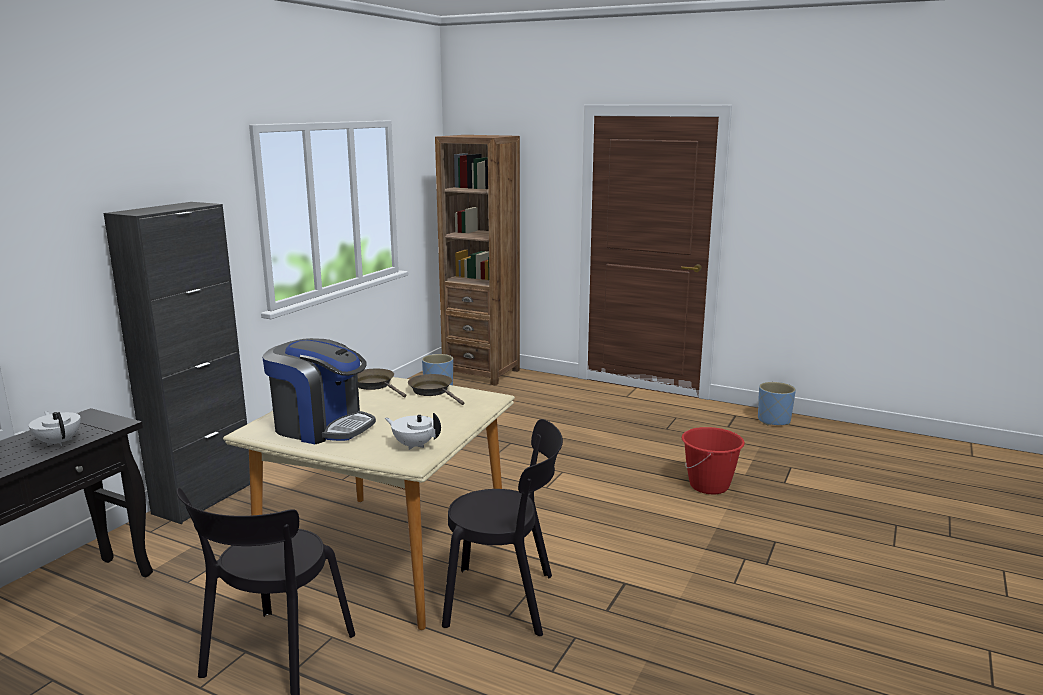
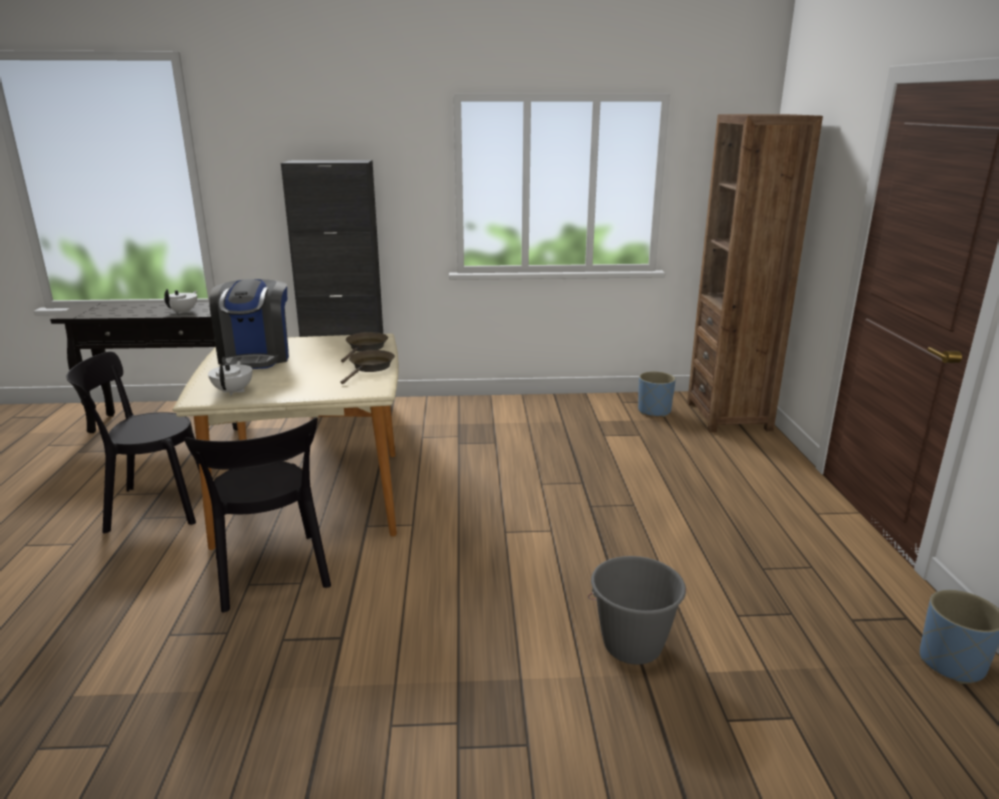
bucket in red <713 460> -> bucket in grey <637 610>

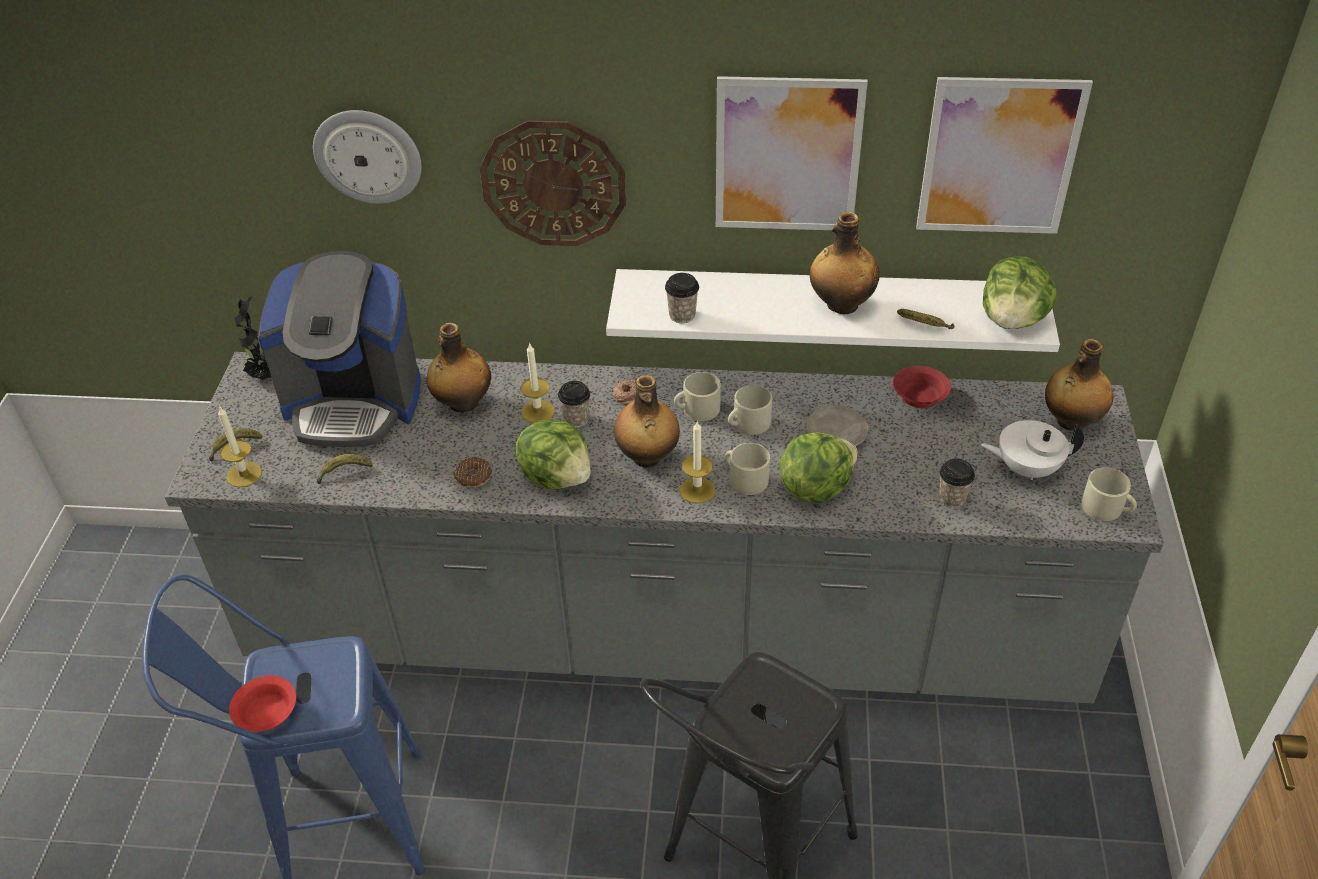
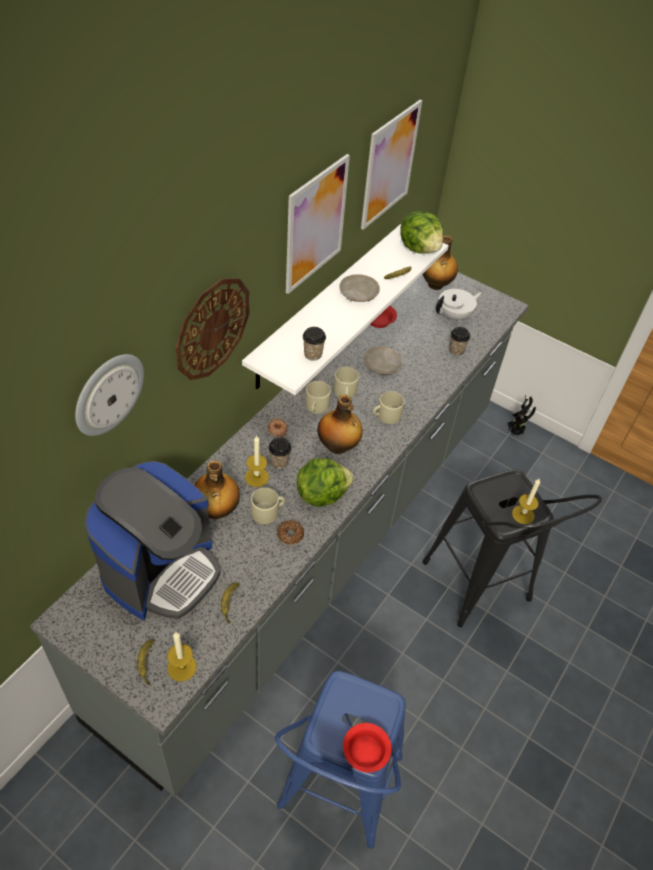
bottle <845 263> -> plate in beige <359 288>
potted plant <253 338> -> potted plant <522 415>, shifted
teapot in white <1032 450> -> teapot in white <459 305>, 150 degrees counterclockwise
candle <697 463> -> candle <526 501>, shifted
lettuce <818 467> -> none
mug in beige <1109 494> -> mug in beige <268 506>, shifted

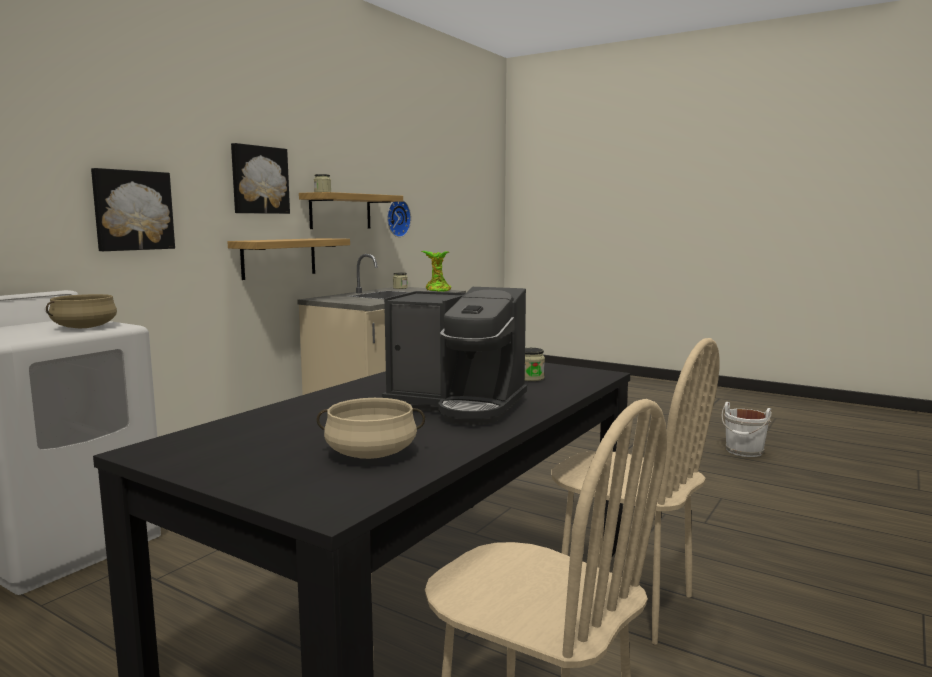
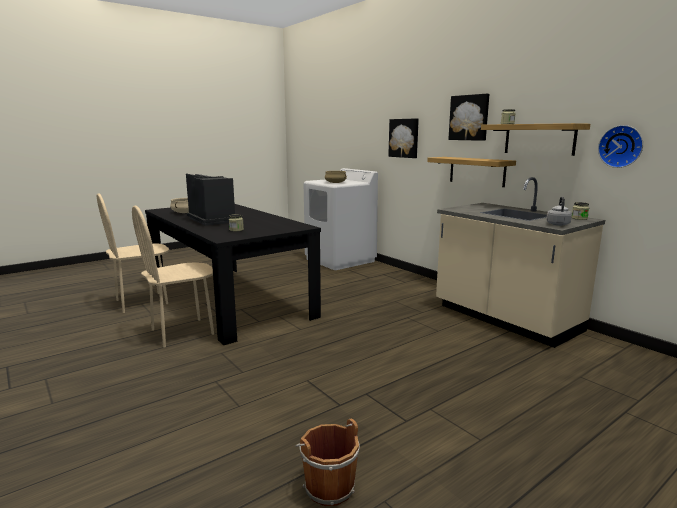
potted plant <436 271> -> kettle in grey <559 211>
coffee machine <454 356> -> coffee machine <210 200>, 105 degrees clockwise
bucket in white <747 429> -> bucket in brown <327 462>

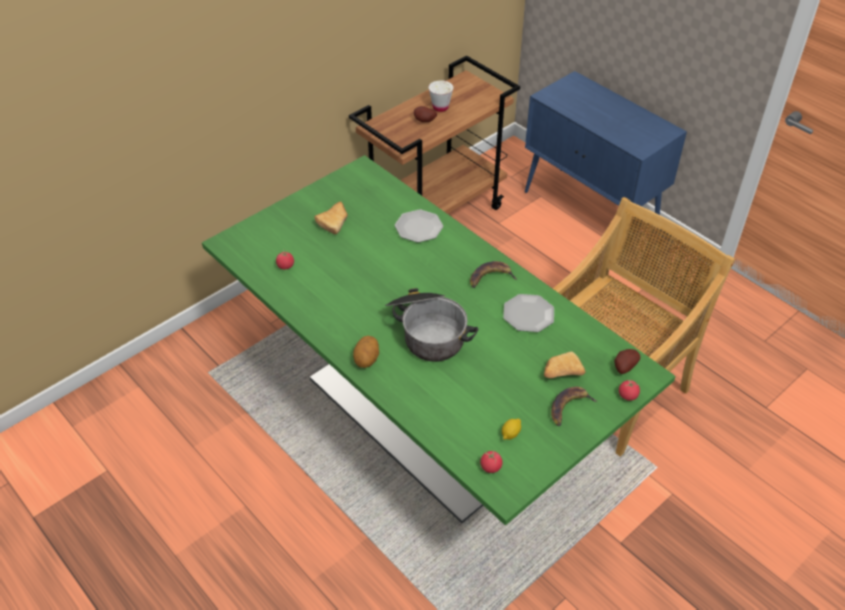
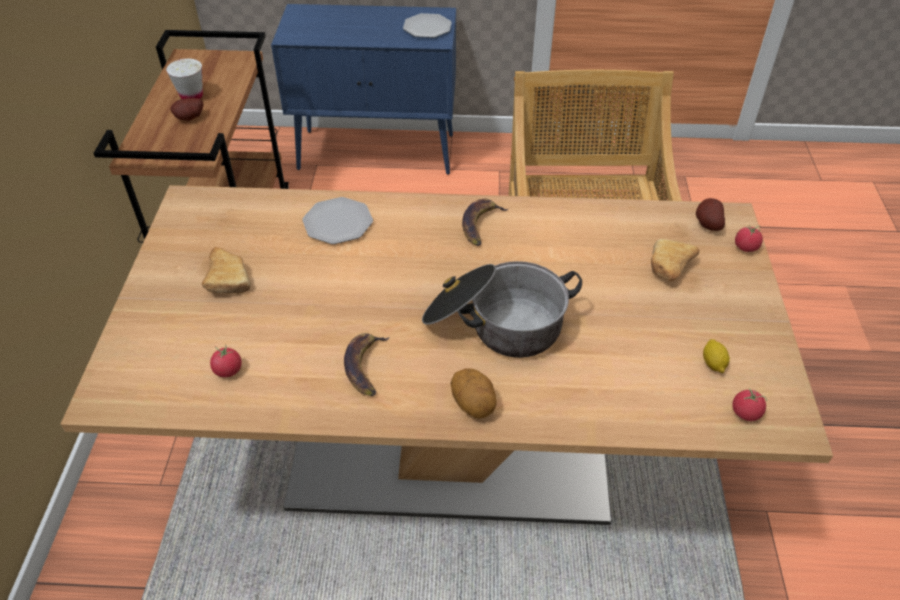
dining table in green <439 340> -> dining table in beige <446 355>
plate <528 313> -> plate <427 25>, shifted
banana <574 406> -> banana <367 364>, shifted

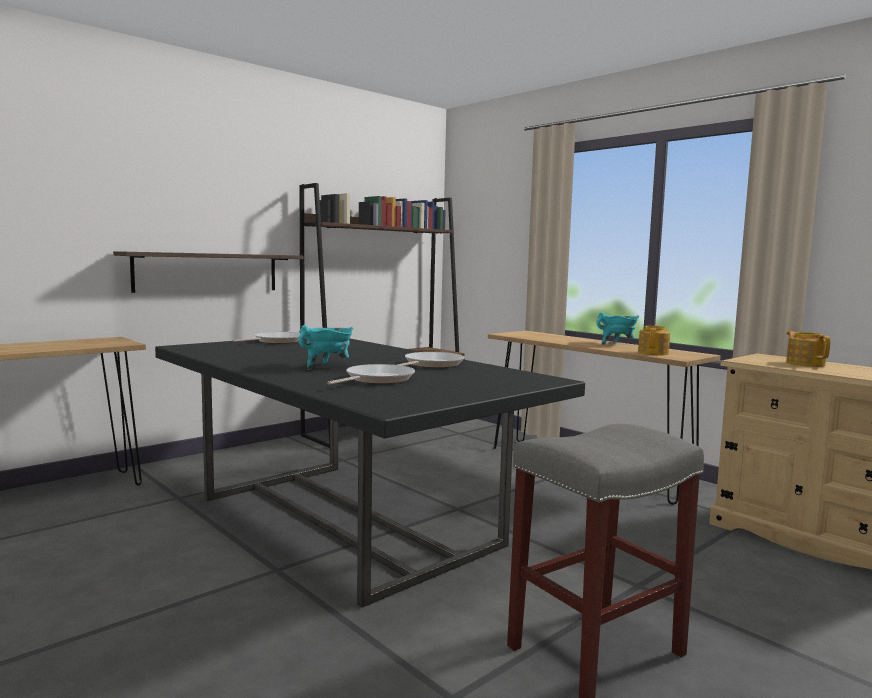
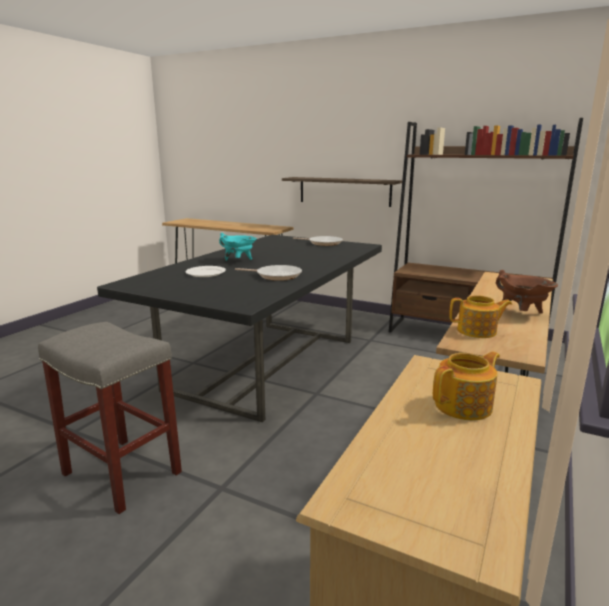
cooking pot in turquoise <618 328> -> cooking pot in brown <527 292>
frying pan <371 374> -> plate in white <205 271>

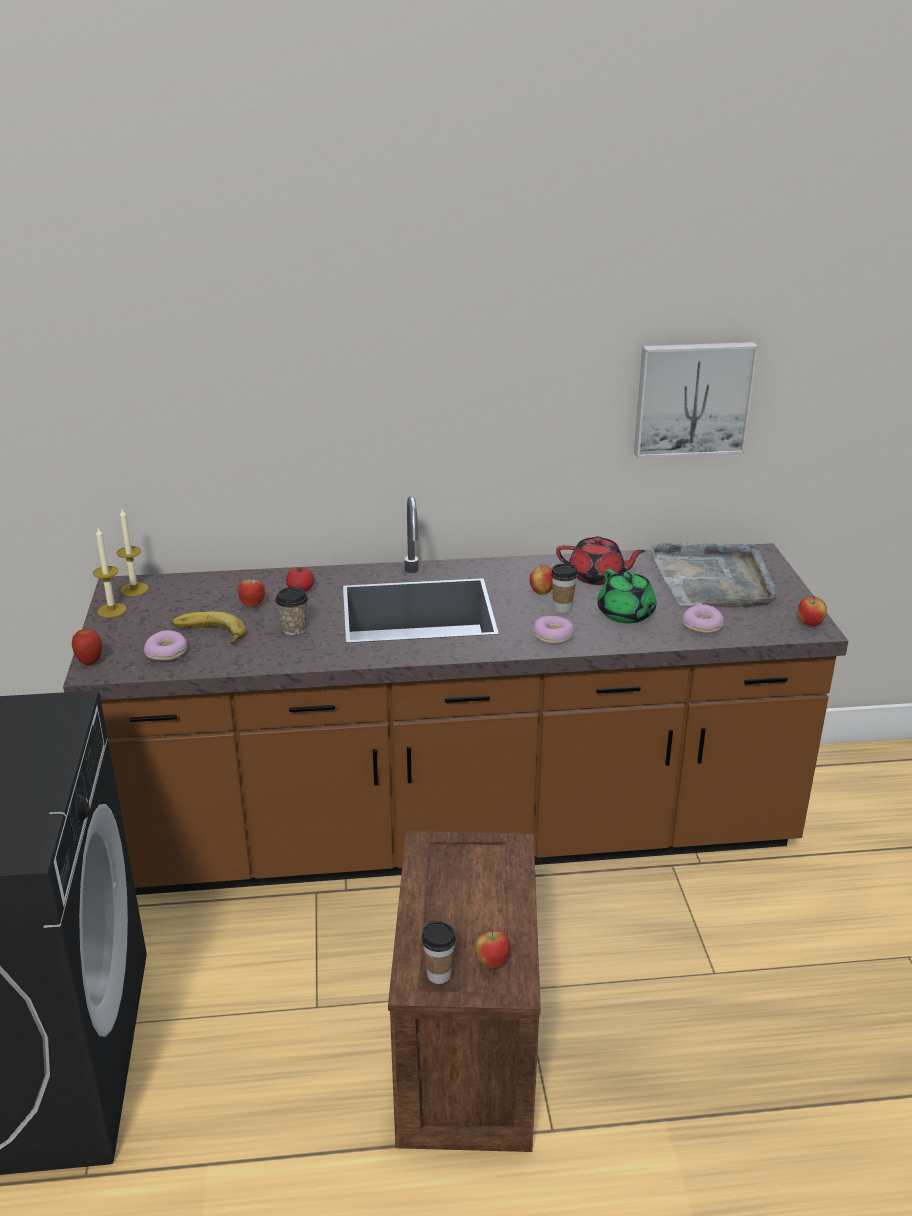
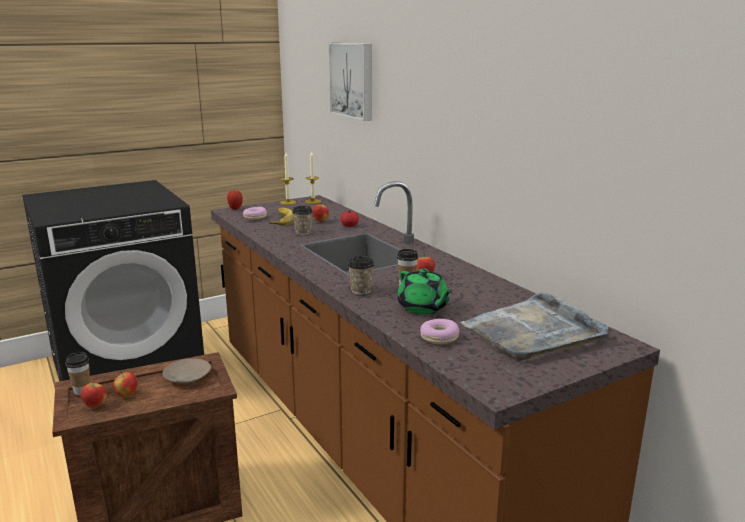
picture <696 400> -> picture <350 82>, shifted
teapot in red <601 560> -> none
teapot in green <626 596> -> teapot in green <424 291>, 75 degrees counterclockwise
apple <812 611> -> apple <125 384>, shifted
donut <554 630> -> cup <361 275>
none -> plate in beige <187 371>

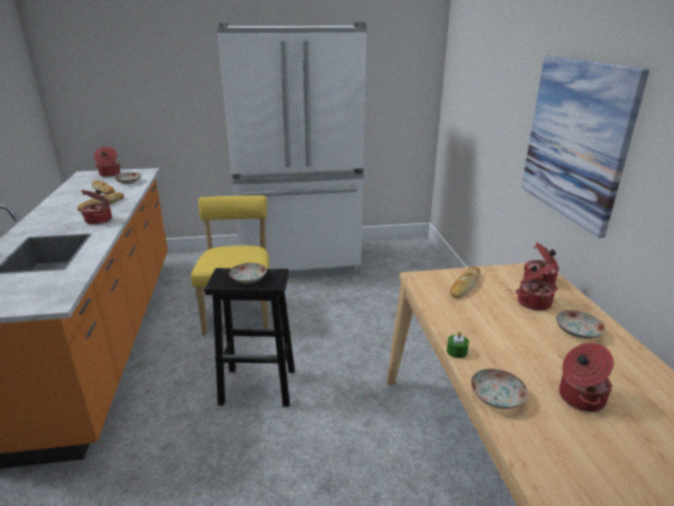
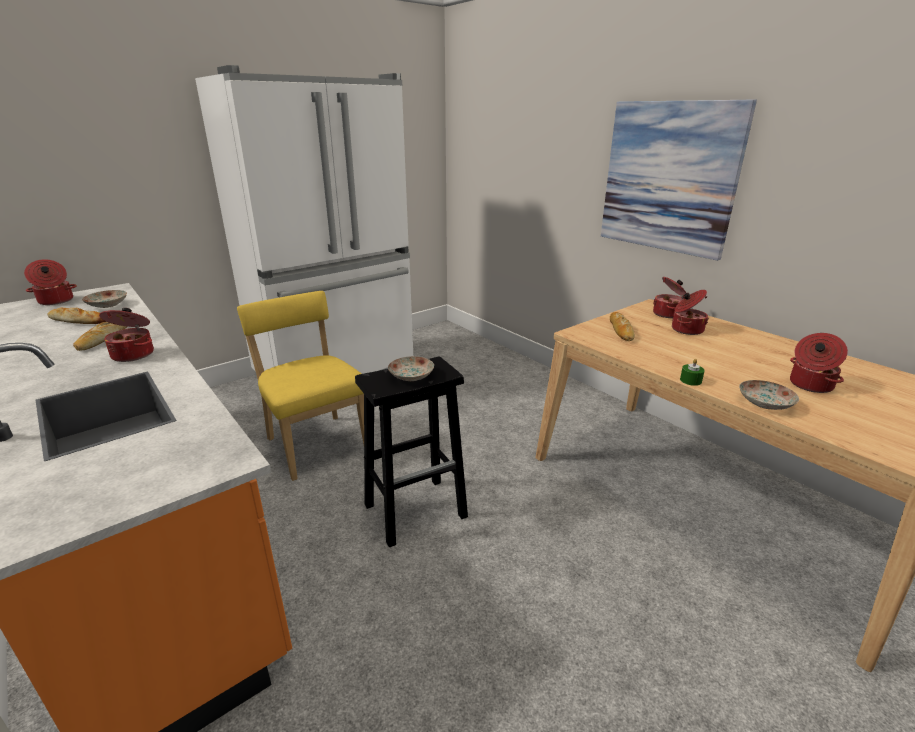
plate <581 324> -> none

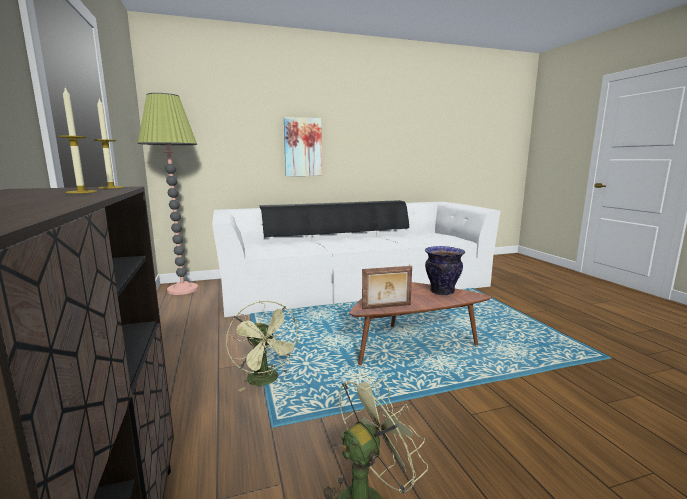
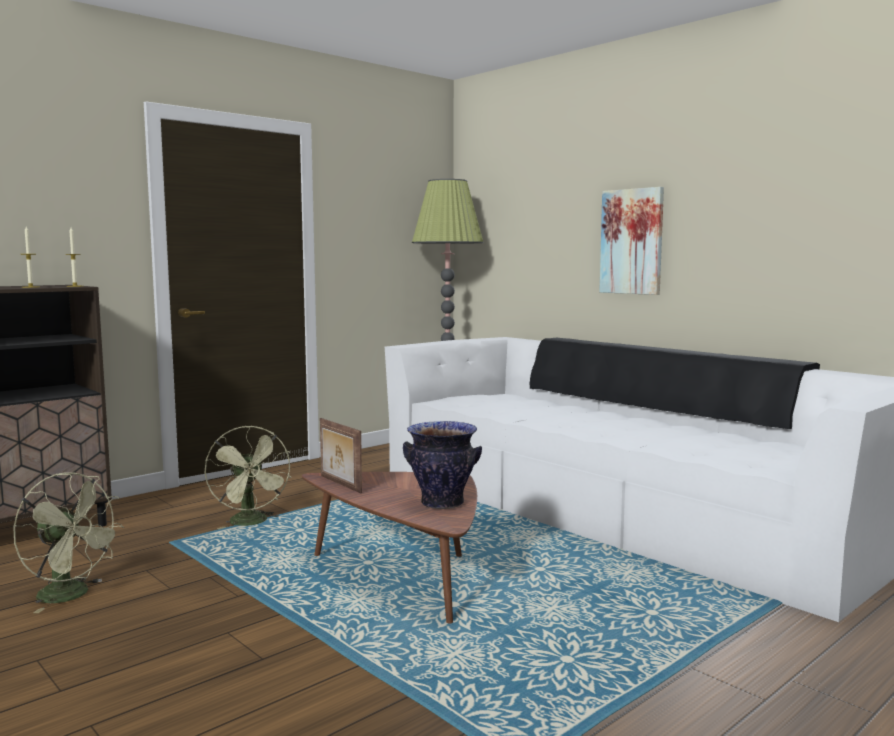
fan in green <263 346> -> fan in green <248 477>, 60 degrees counterclockwise

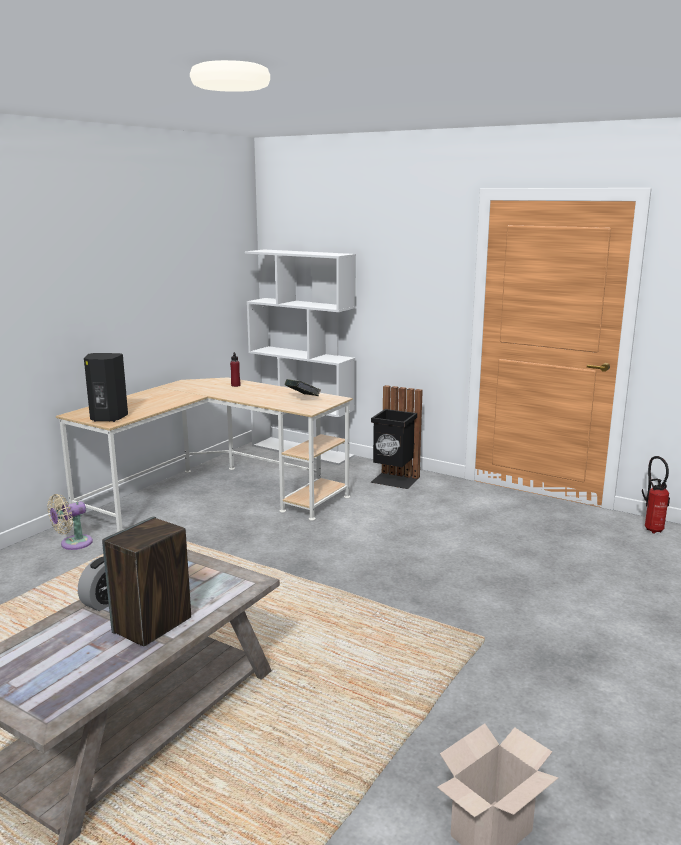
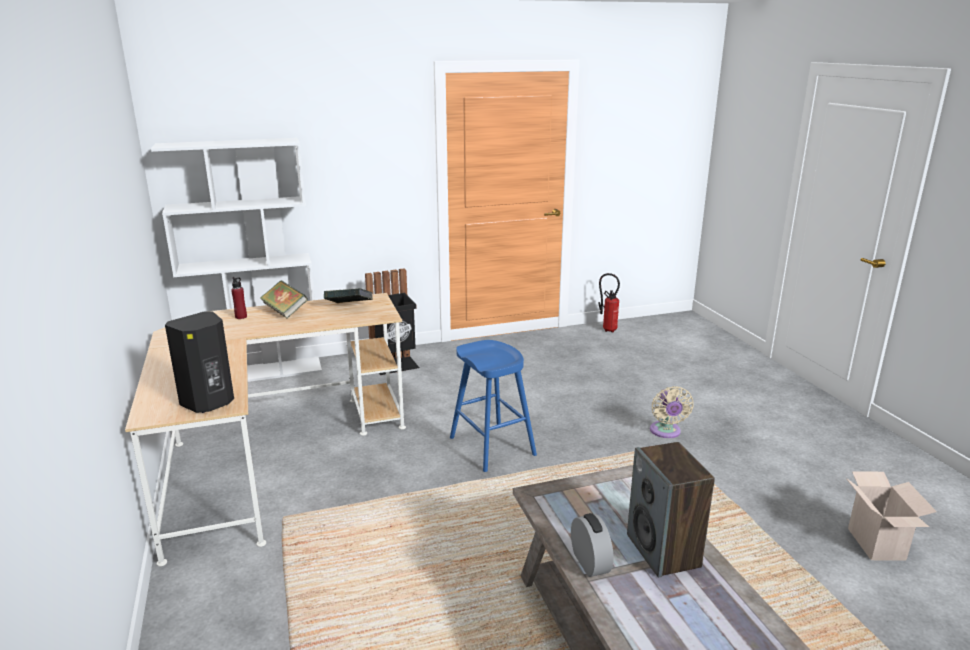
fan in beige <70 522> -> fan in beige <672 412>, shifted
none -> book <284 299>
none -> stool in blue <493 406>

